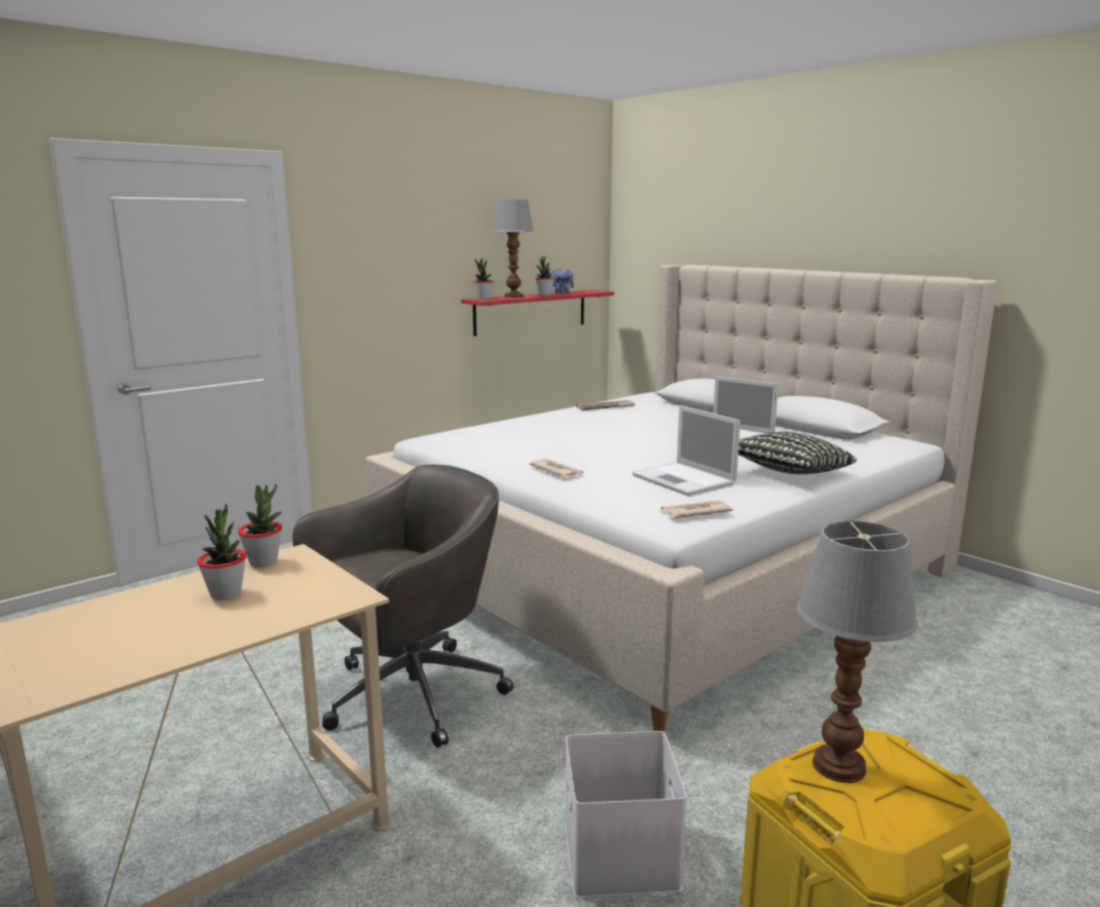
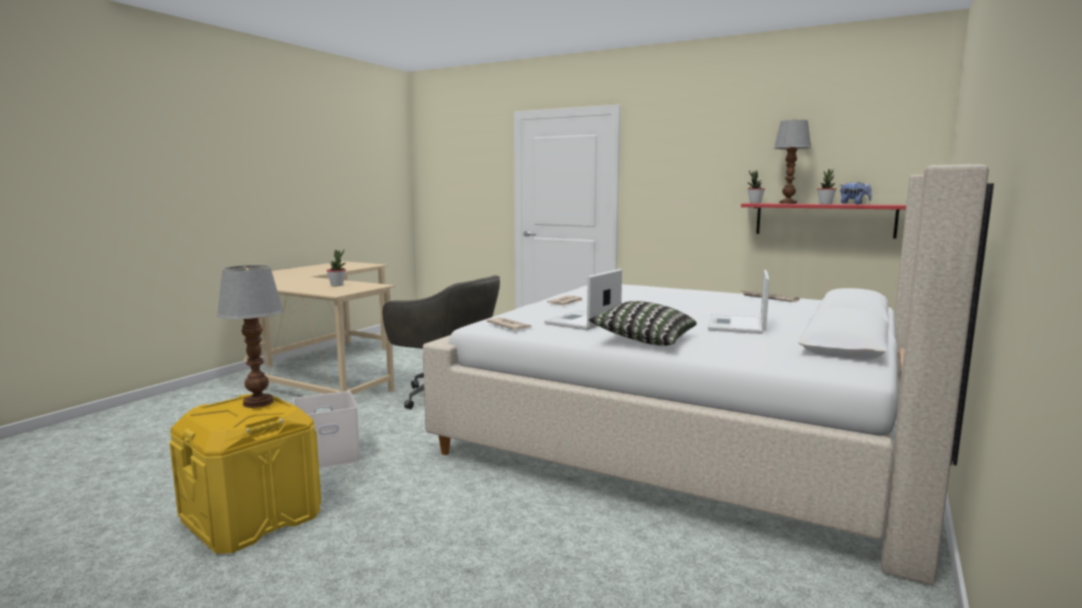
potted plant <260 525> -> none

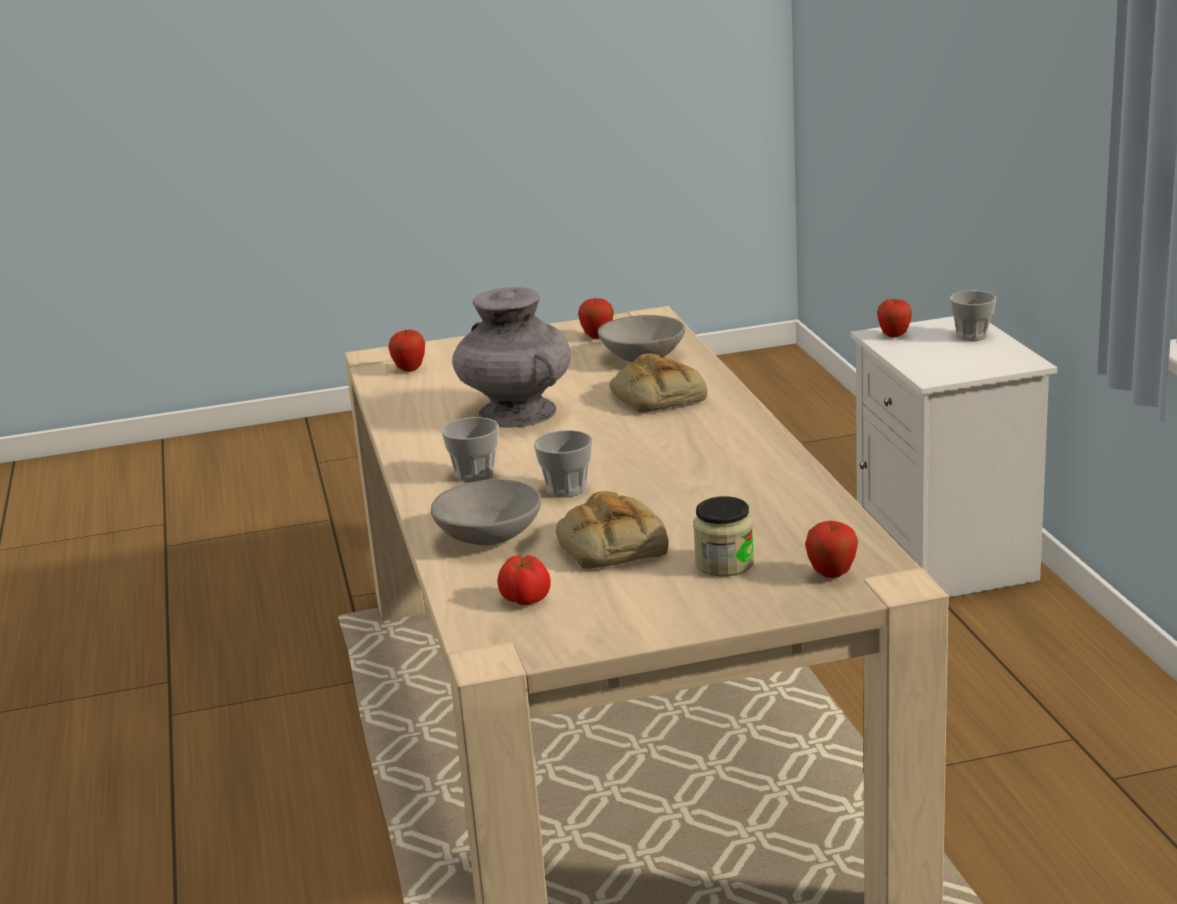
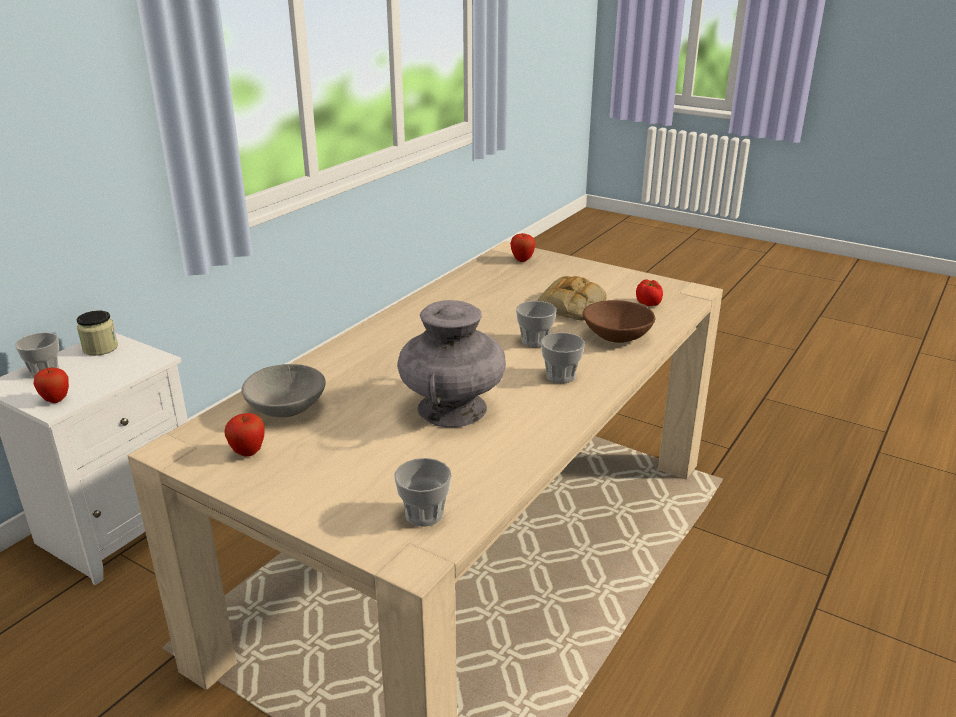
apple <406 350> -> cup <423 492>
bread <658 383> -> none
bowl in grey <486 512> -> bowl in brown <619 321>
jar <723 536> -> jar <97 333>, shifted

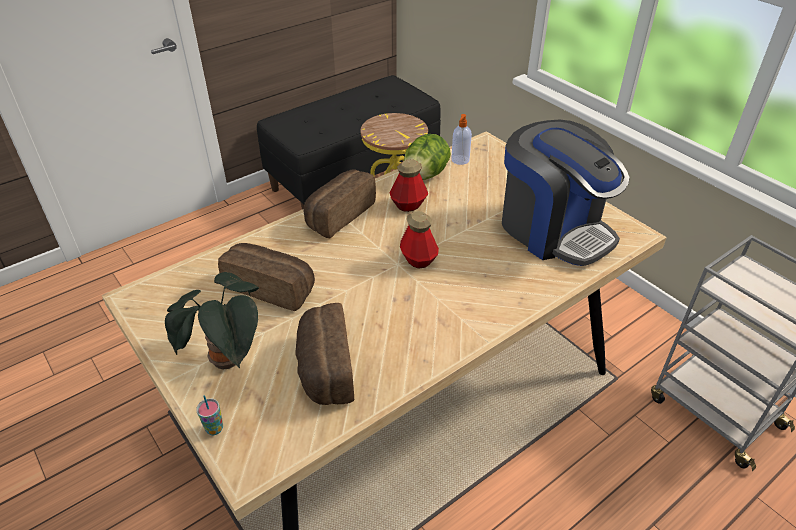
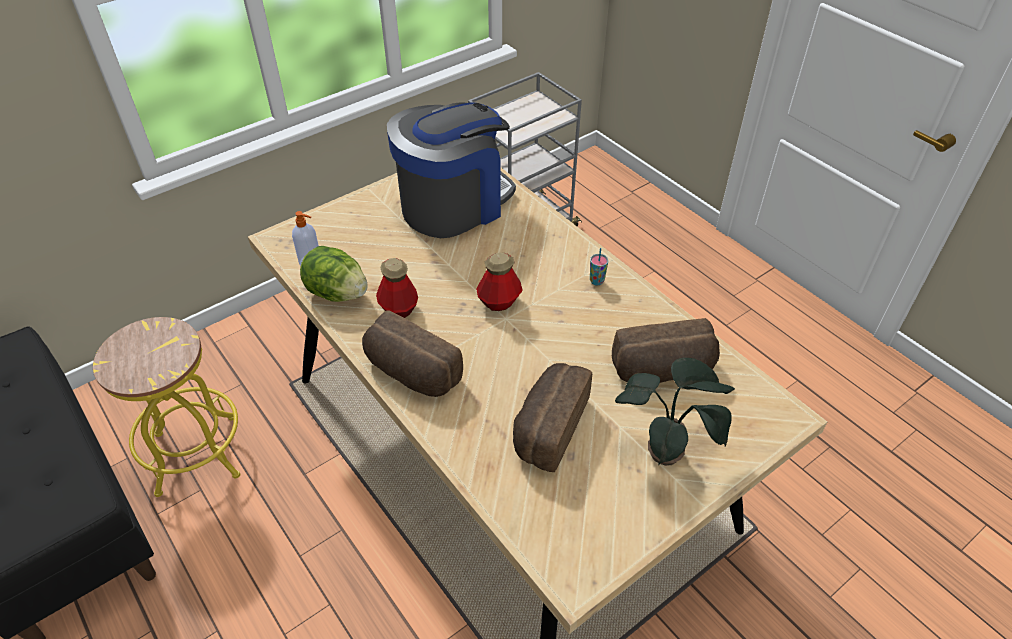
cup <209 415> -> cup <599 267>, shifted

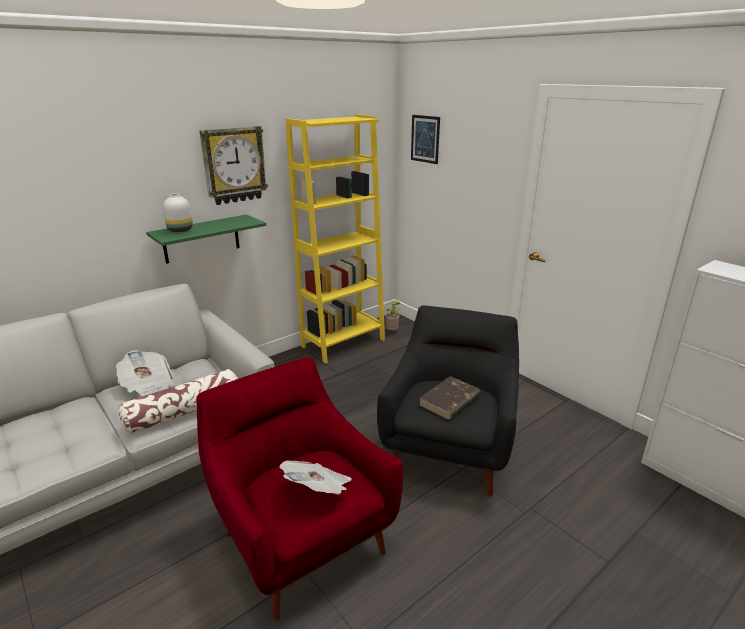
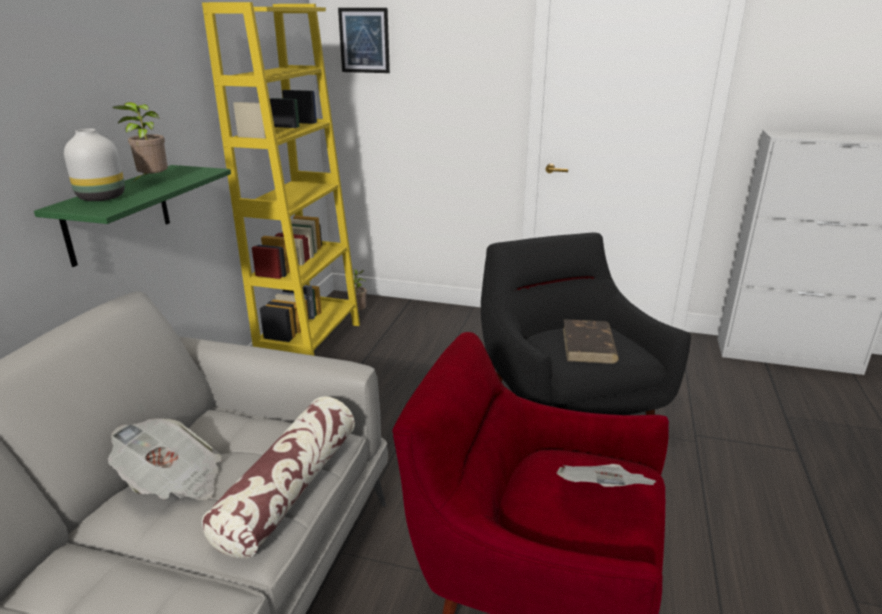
wall clock <233 165> -> none
none -> potted plant <140 142>

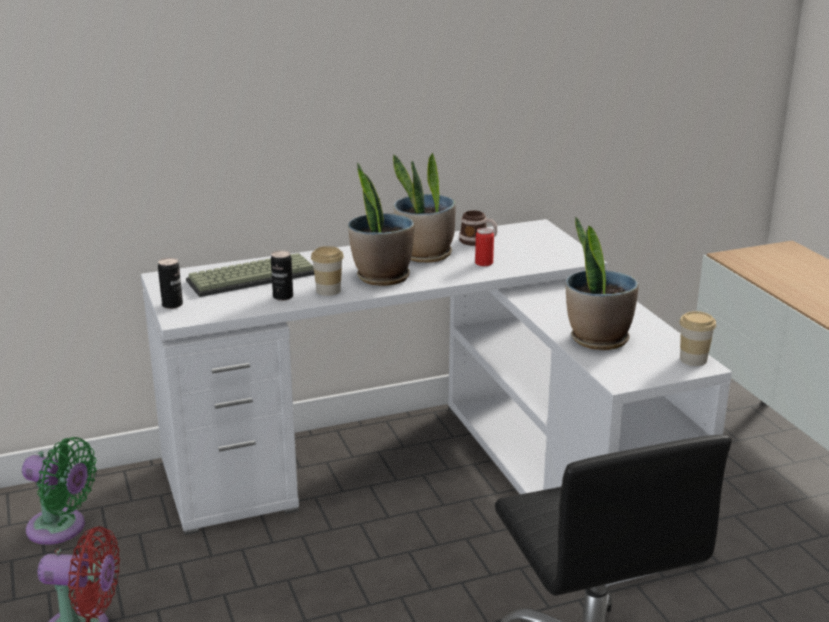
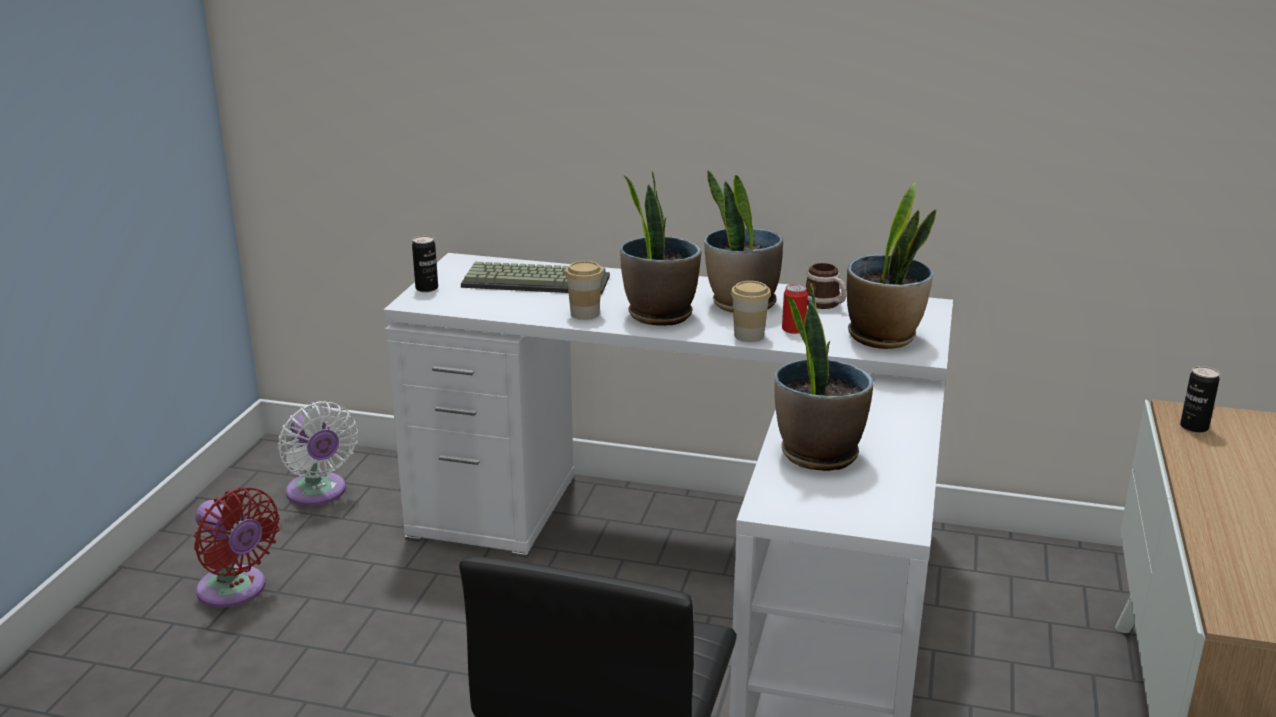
can <282 275> -> can <1200 399>, shifted
cup <697 338> -> cup <751 311>, shifted
fan in green <59 491> -> fan in white <318 453>
none -> potted plant <892 265>

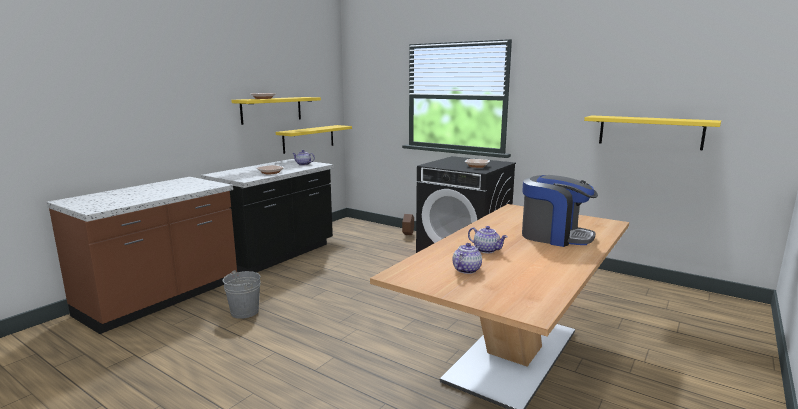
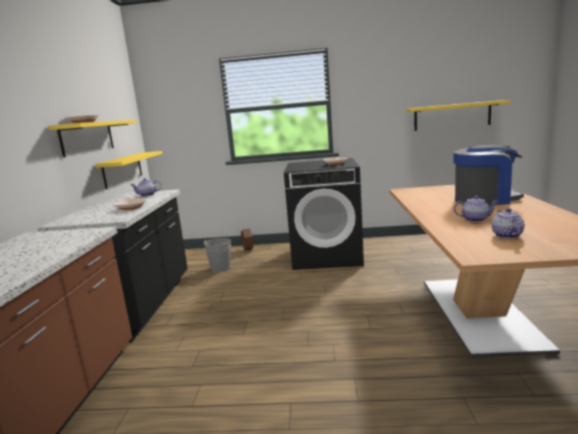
bucket in grey <242 294> -> bucket in grey <217 255>, shifted

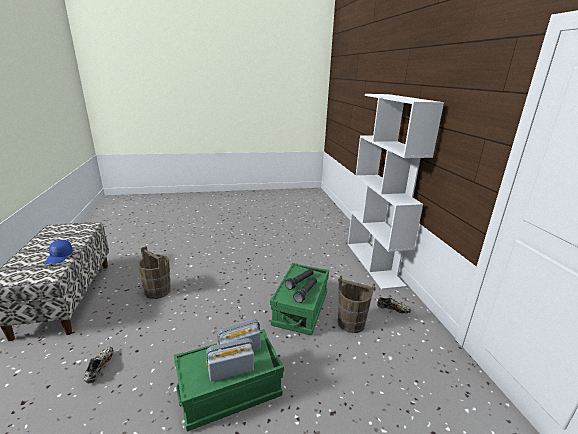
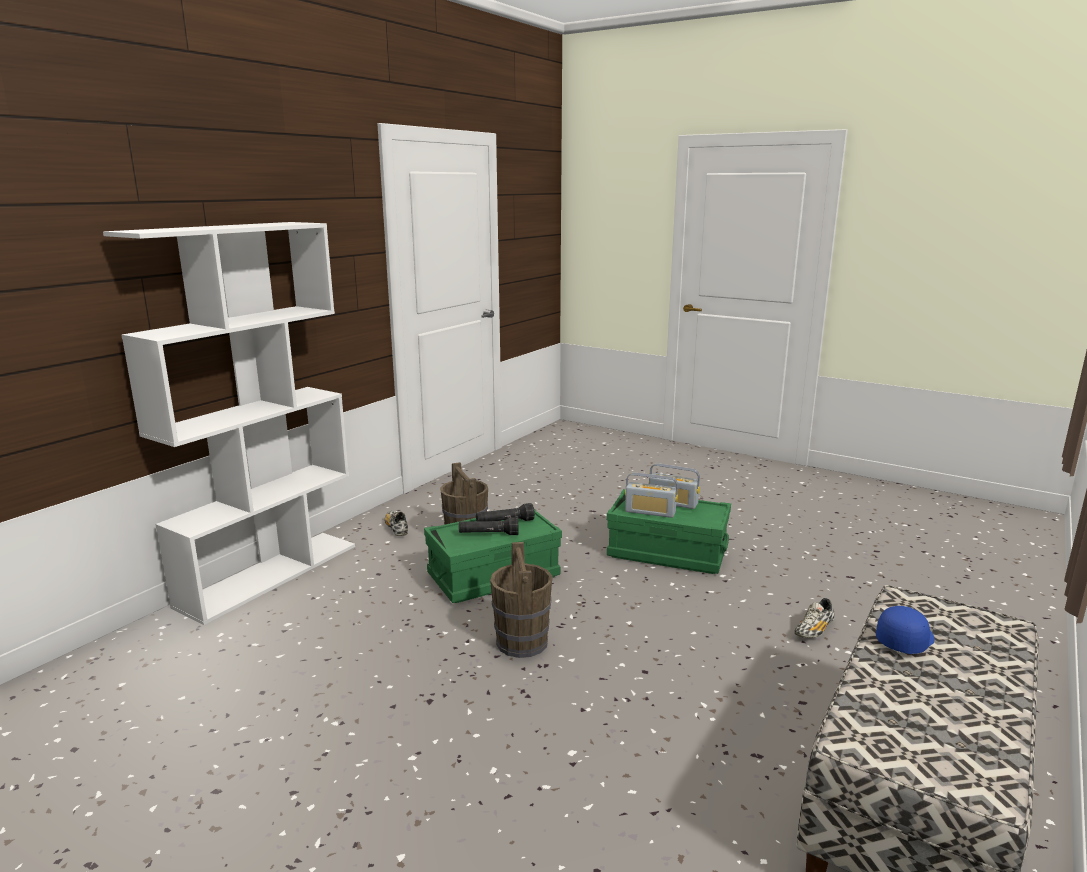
bucket in brown <154 272> -> bucket in brown <521 600>, shifted

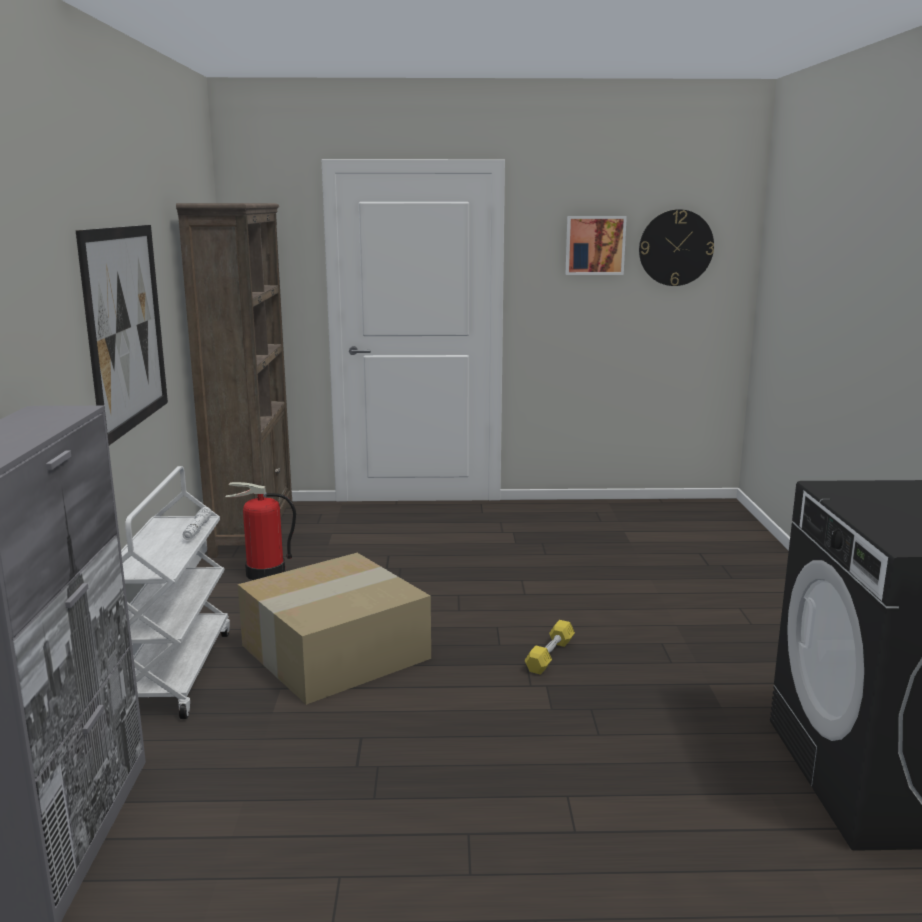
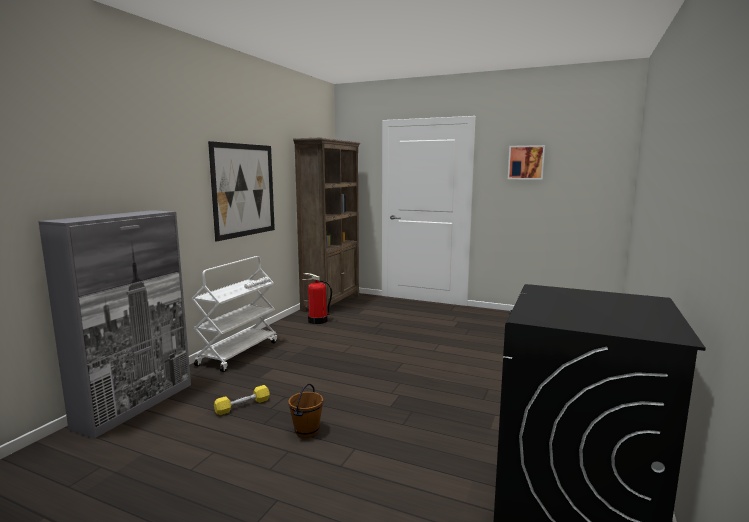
wall clock <676 247> -> none
cardboard box <334 629> -> none
dumbbell in yellow <550 647> -> dumbbell in yellow <242 400>, shifted
none -> bucket in brown <305 410>

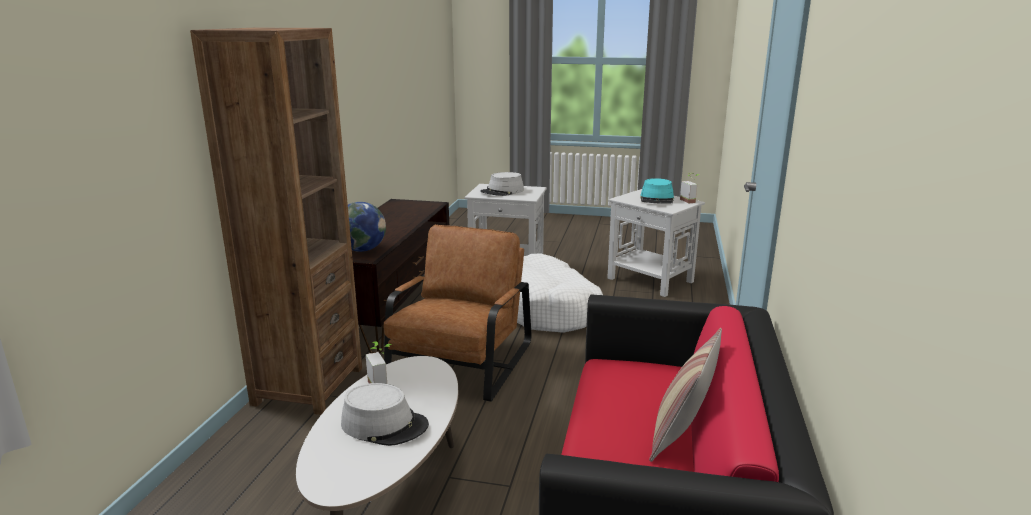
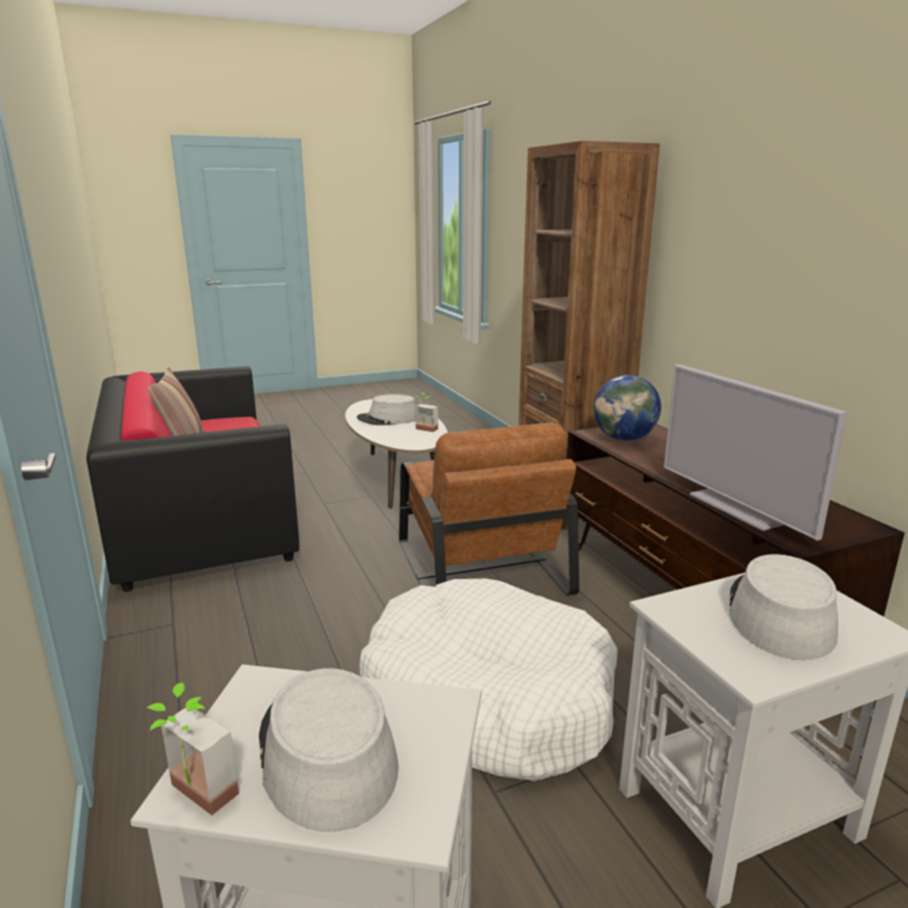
hat in turquoise <657 191> -> hat in grey <329 750>
none -> television <756 452>

